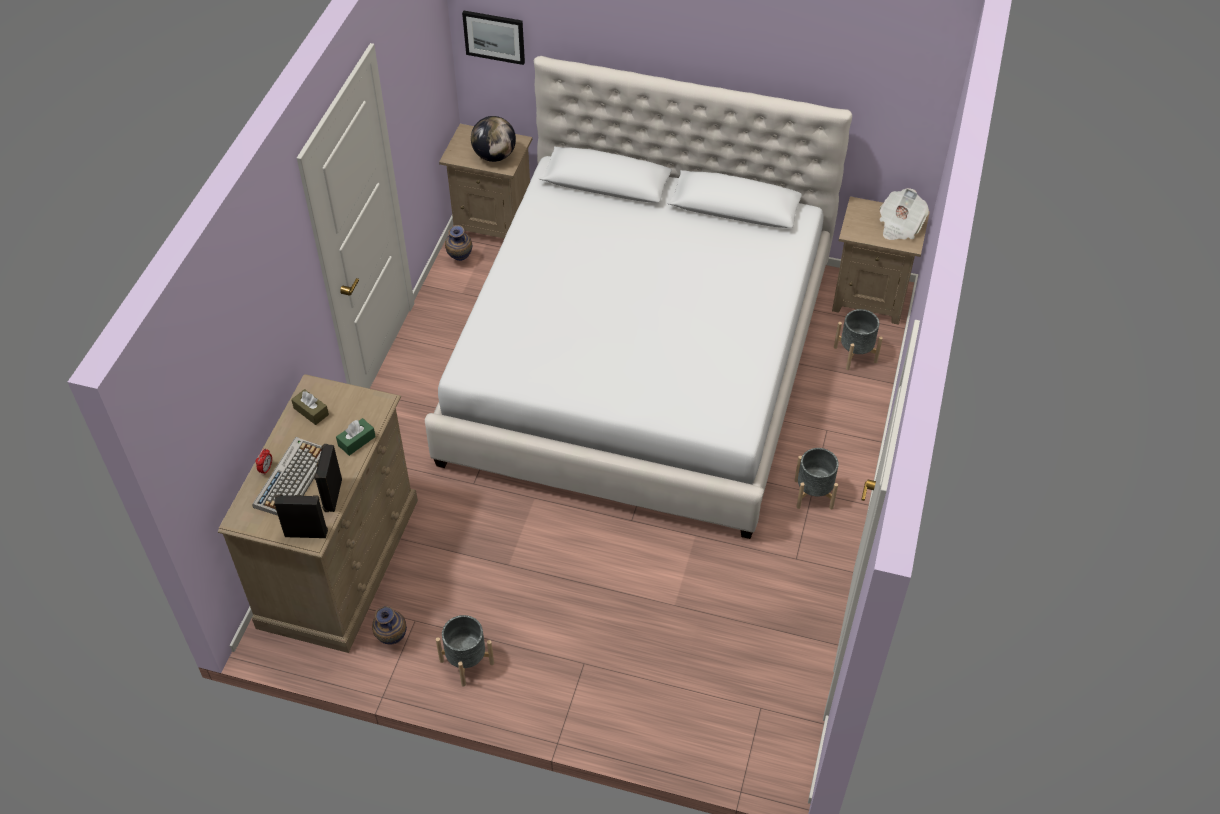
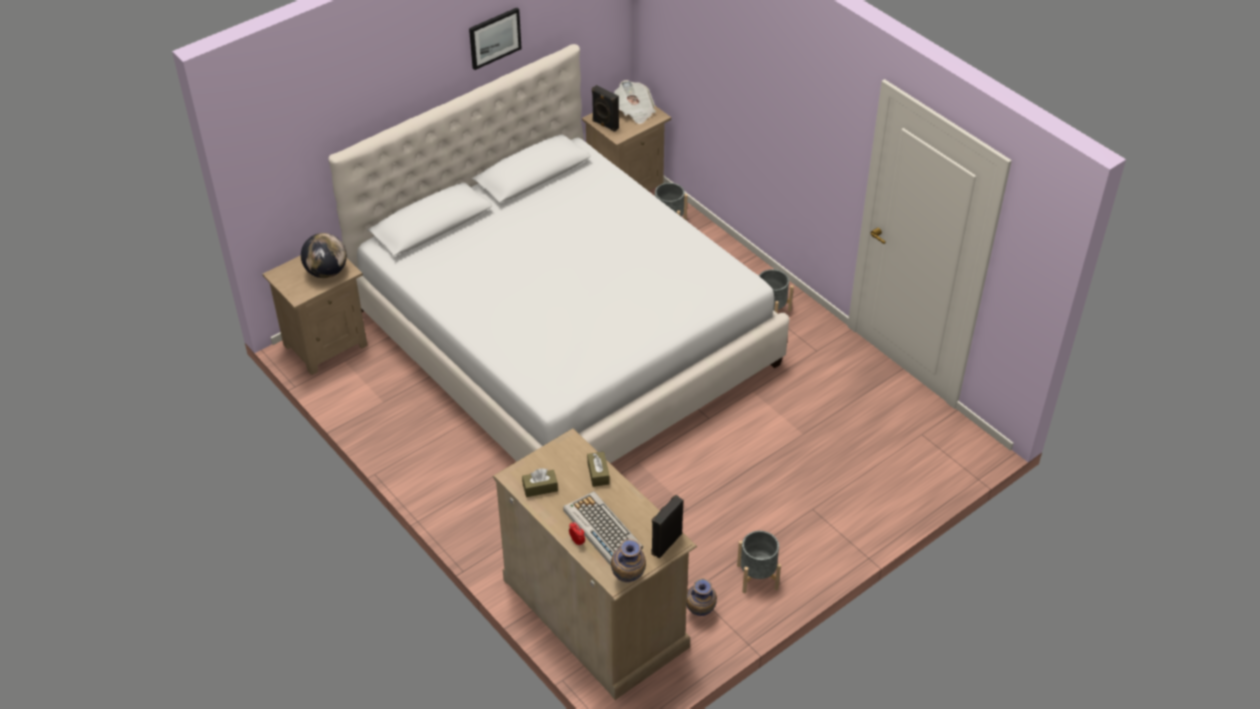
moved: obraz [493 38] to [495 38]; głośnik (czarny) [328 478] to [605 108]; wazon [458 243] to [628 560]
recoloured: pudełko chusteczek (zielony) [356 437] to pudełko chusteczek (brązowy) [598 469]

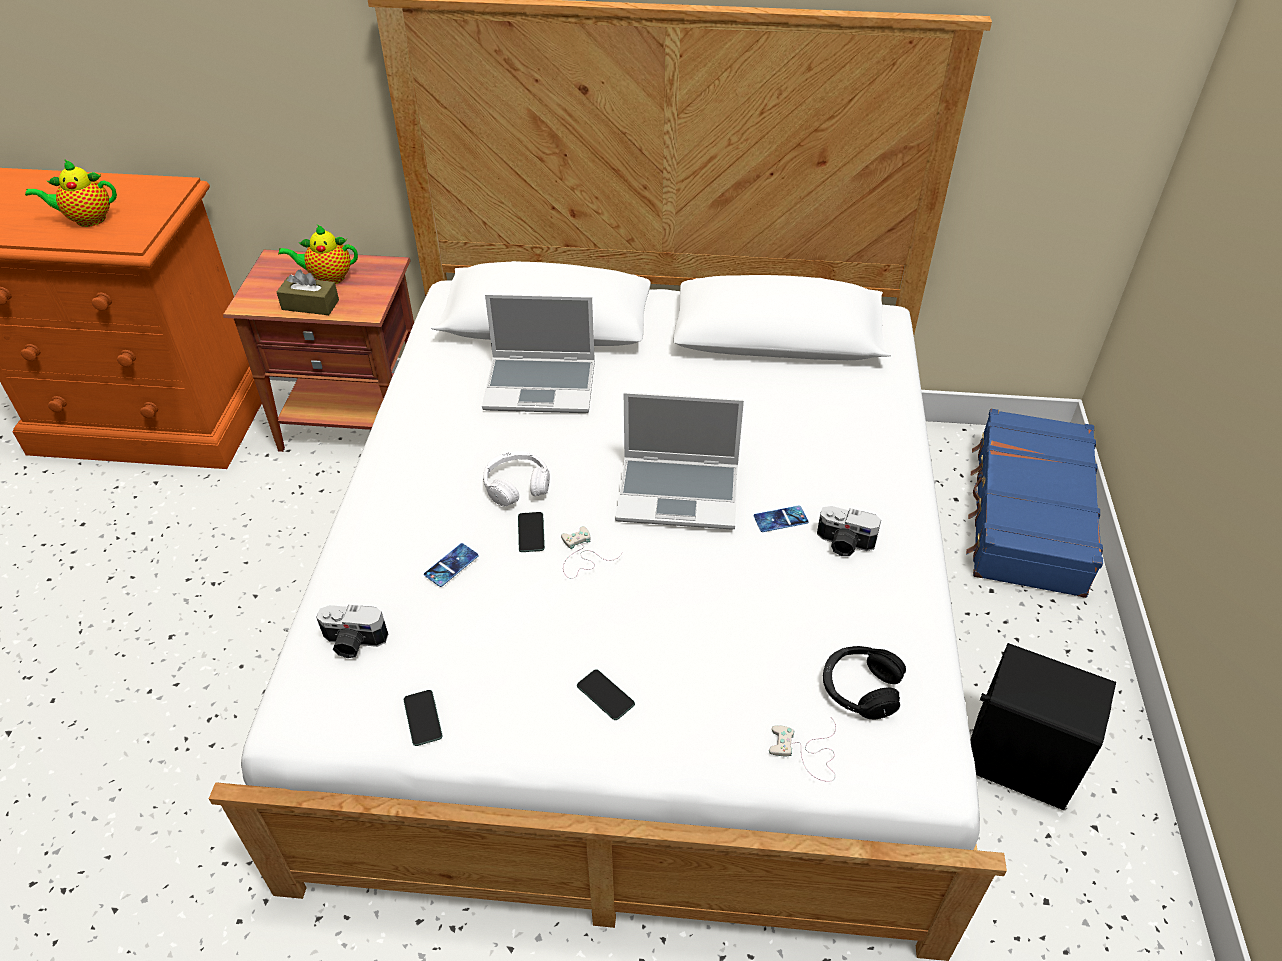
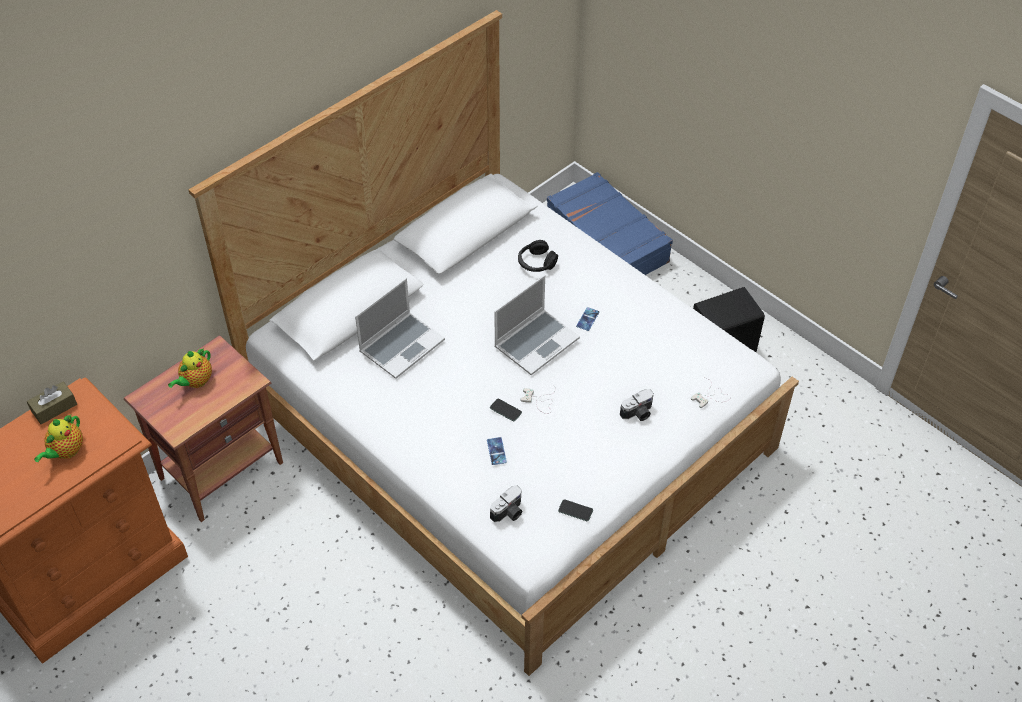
removed: słuchawki (biały) [516 479]; telefon [606 694]
moved: pudełko chusteczek (brązowy) [308 292] to [52 402]; słuchawki (czarny) [864 682] to [538 256]; aparat fotograficzny [849 531] to [637 405]

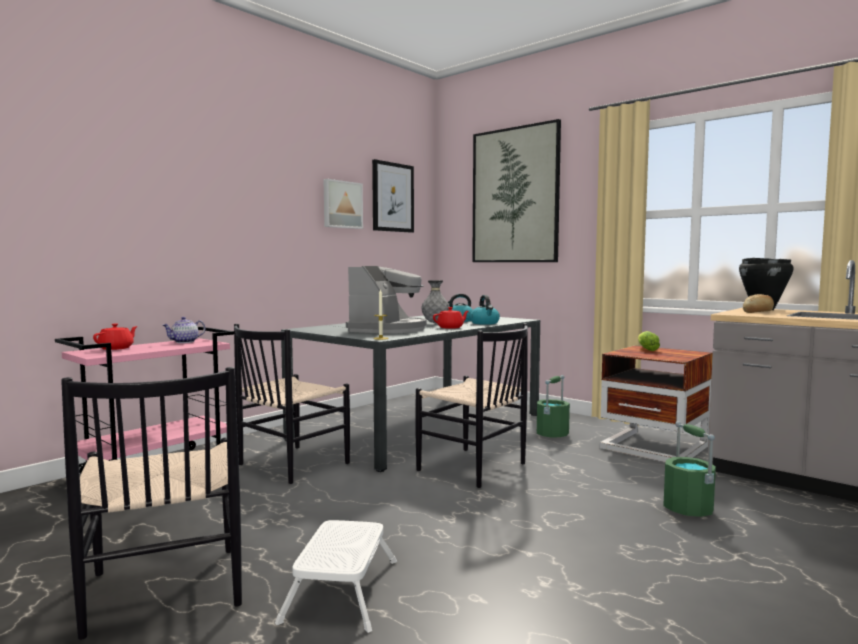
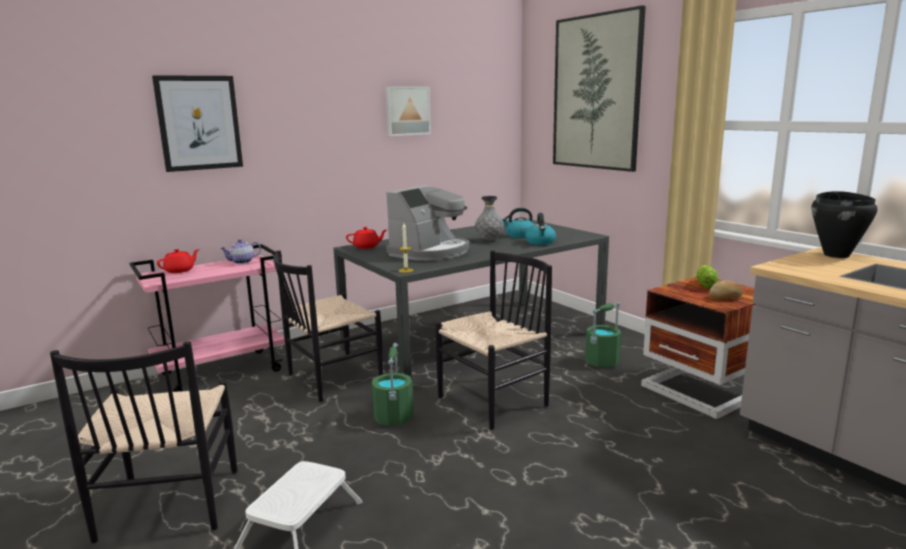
moved: obraz [393 196] to [197 123]; imbryk (czerwony) [451 318] to [366 238]; wiadro (zielony) [689 469] to [393 384]; chleb [758 303] to [726 290]
turned: krzesło (czarny) [471 405] = [494 340] 90 degrees counterclockwise

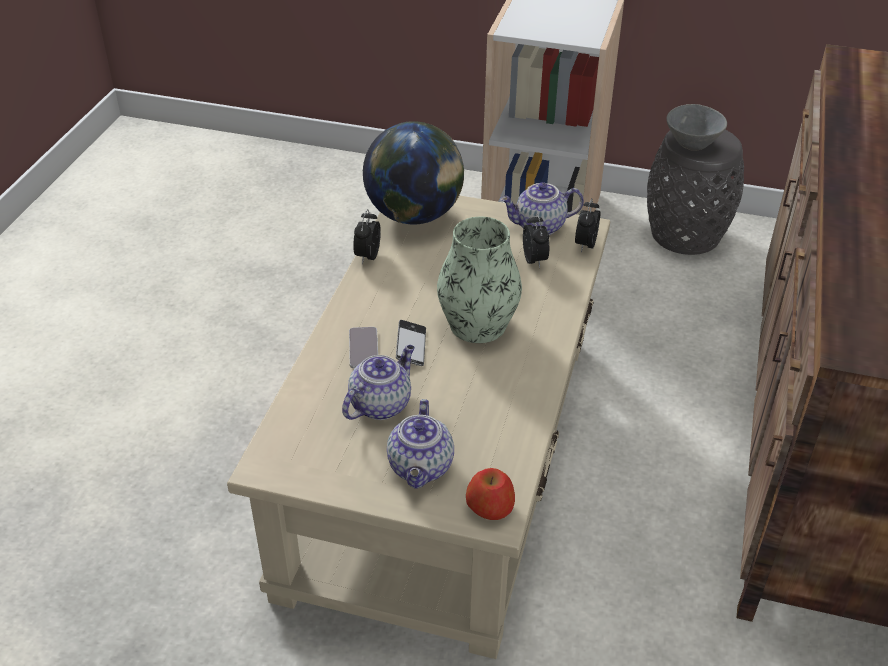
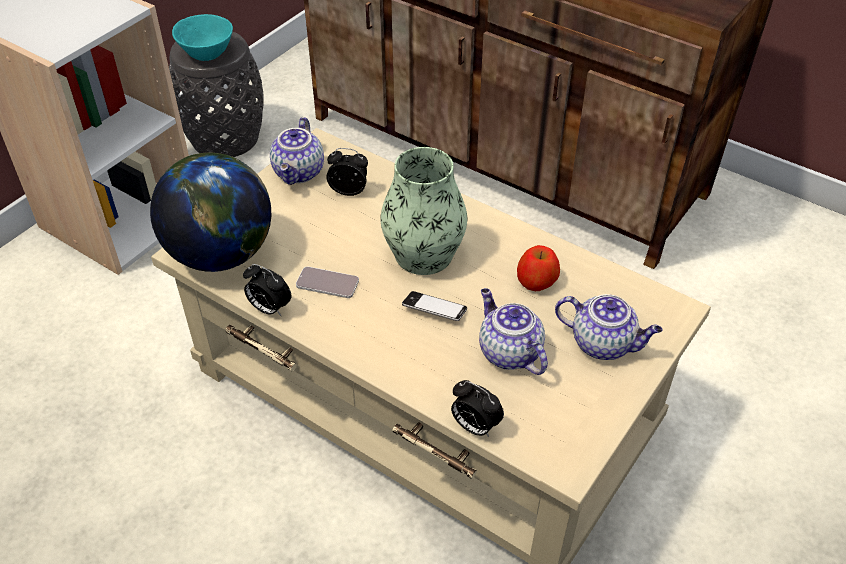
moved: telefon [363 347] to [327 282]; budzik [587 225] to [477 408]; jabłko [490 494] to [538 268]
recoloured: miska (szary) [696 127] to miska (turkusowy) [202 37]

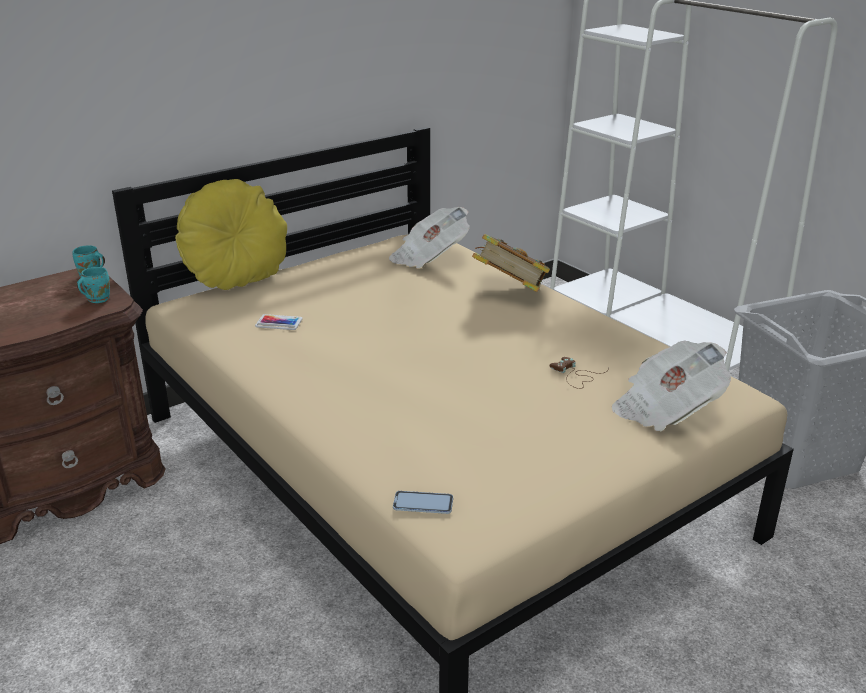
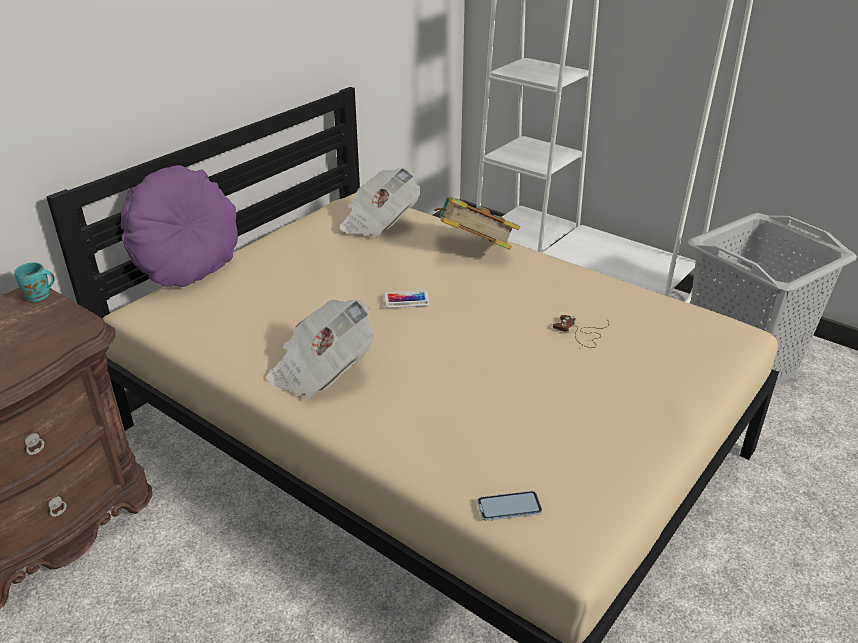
removed: kubek (turkusowy) [93 285]
moved: gazeta [671 385] to [320 349]; telefon [279 322] to [407 299]
recoloured: poduszka (żółty) [231 234] to poduszka (fioletowy) [179 226]

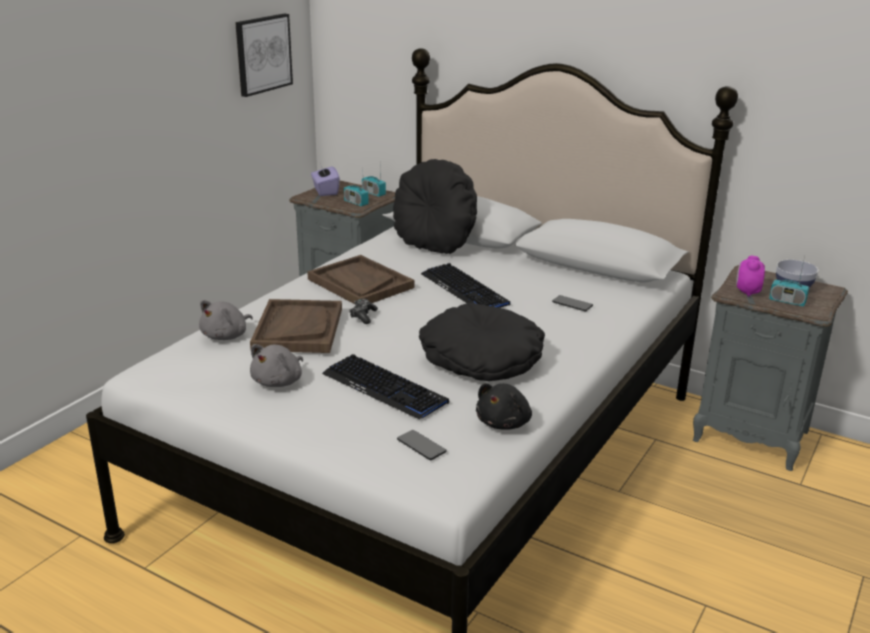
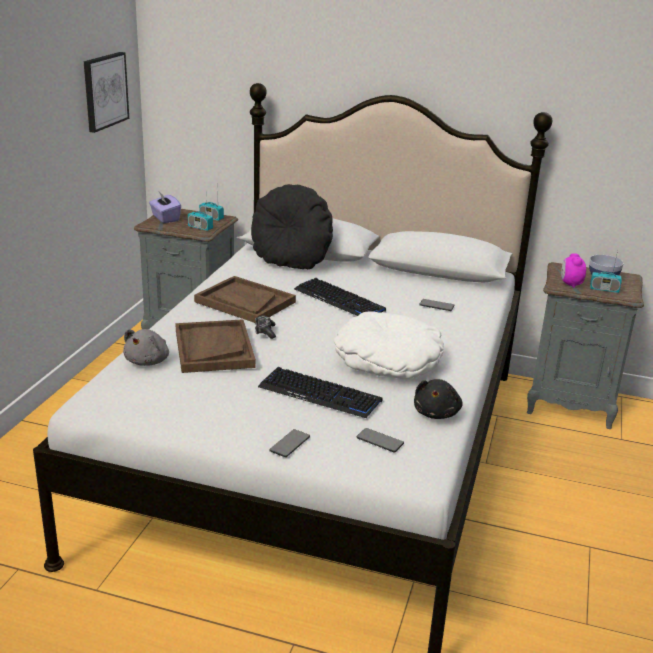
removed: pluszak (szary) [276 365]
added: telefon [289 443]
recoloured: poduszka (czarny) [482 342] to poduszka (biały) [389 345]

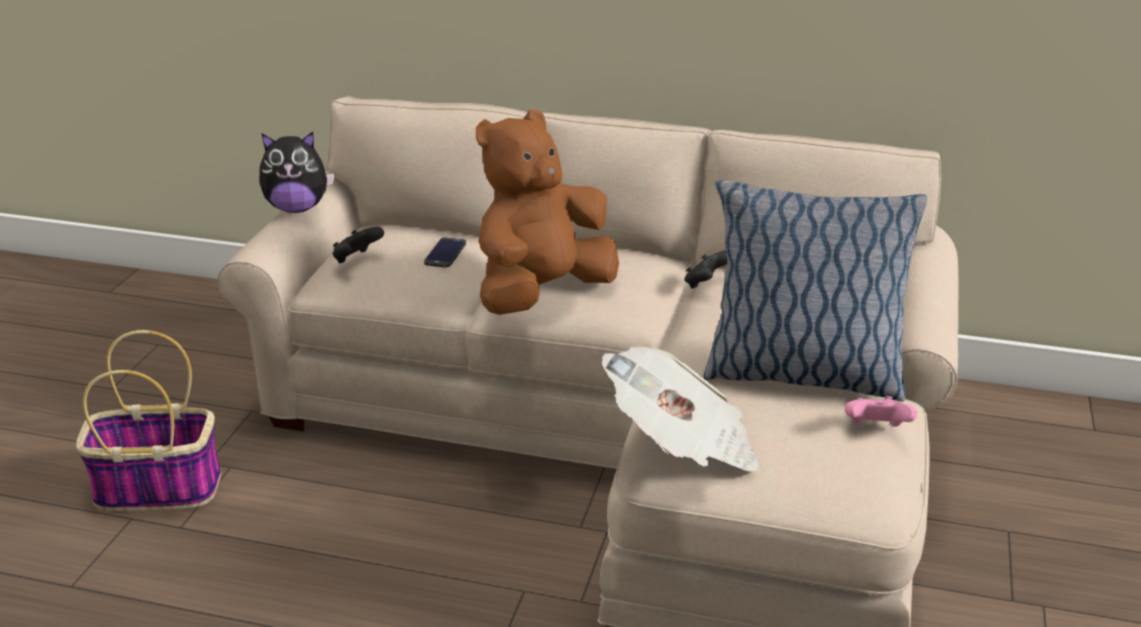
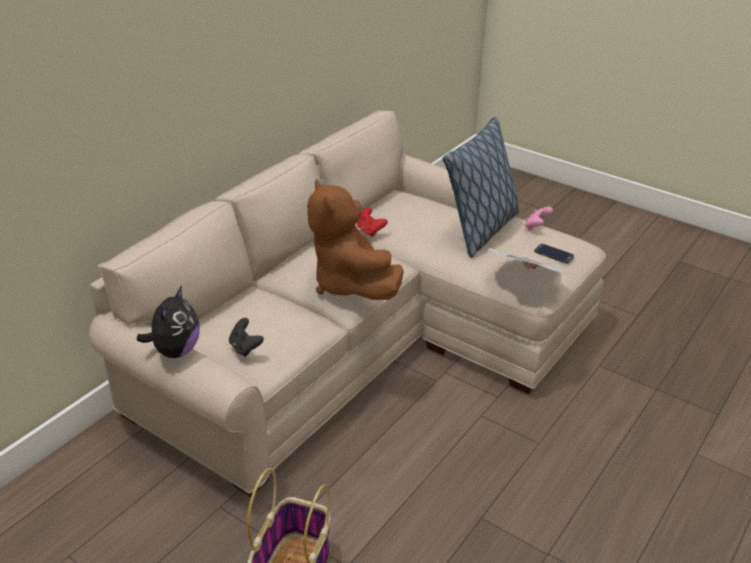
moved: telefon [445 252] to [554 254]
recoloured: pad do gier (czarny) [706 269] to pad do gier (czerwony) [372 222]

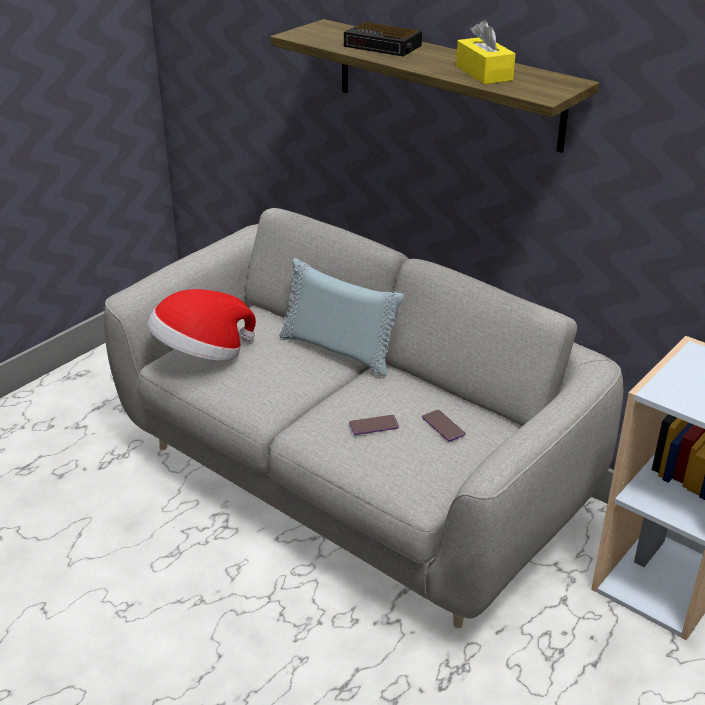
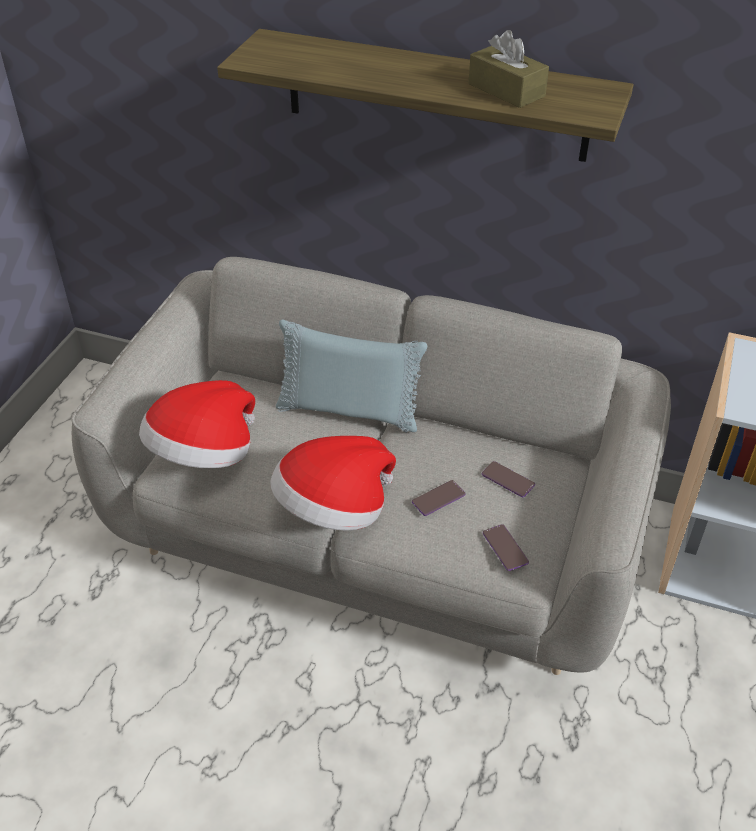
removed: budzik [383 39]
added: kapelusz [333 483]; telefon [506 547]
recoloured: pudełko chusteczek (żółty) [486 52] to pudełko chusteczek (brązowy) [509 69]

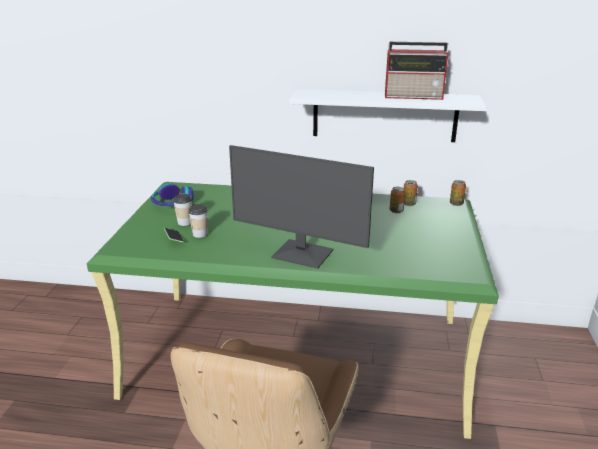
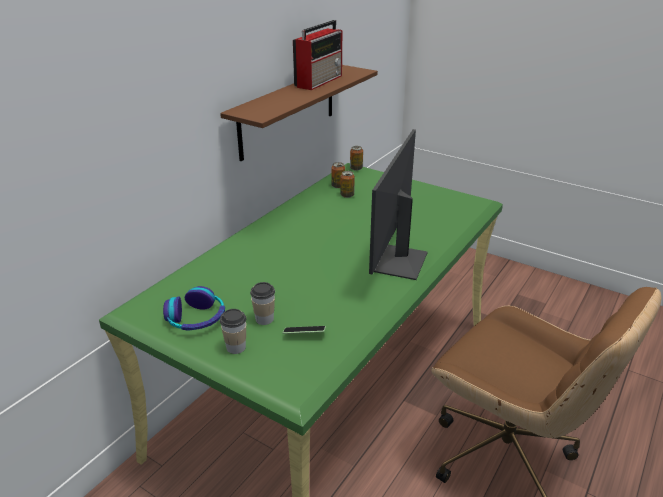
moved: filiżanka [198 221] to [233 331]
recoloured: półka (biały) [388 115] to półka (brązowy) [299 113]
turned: monitor [301 207] = [398 204] 150 degrees clockwise

